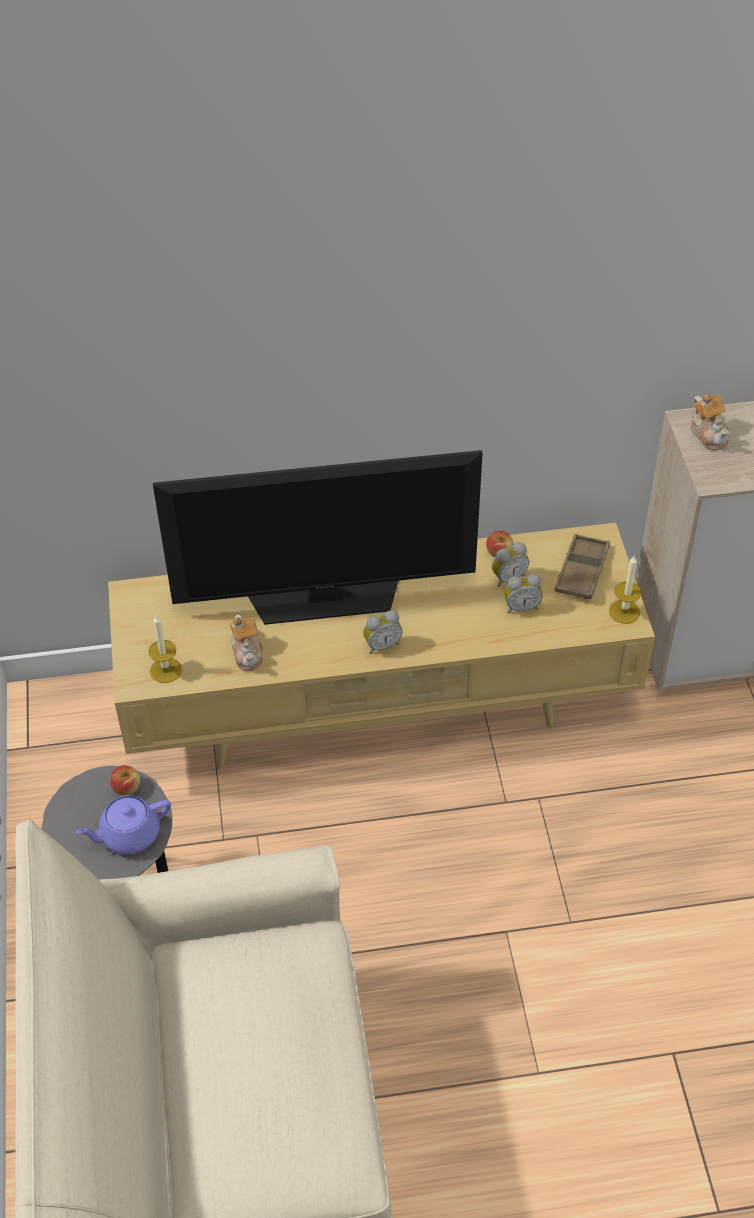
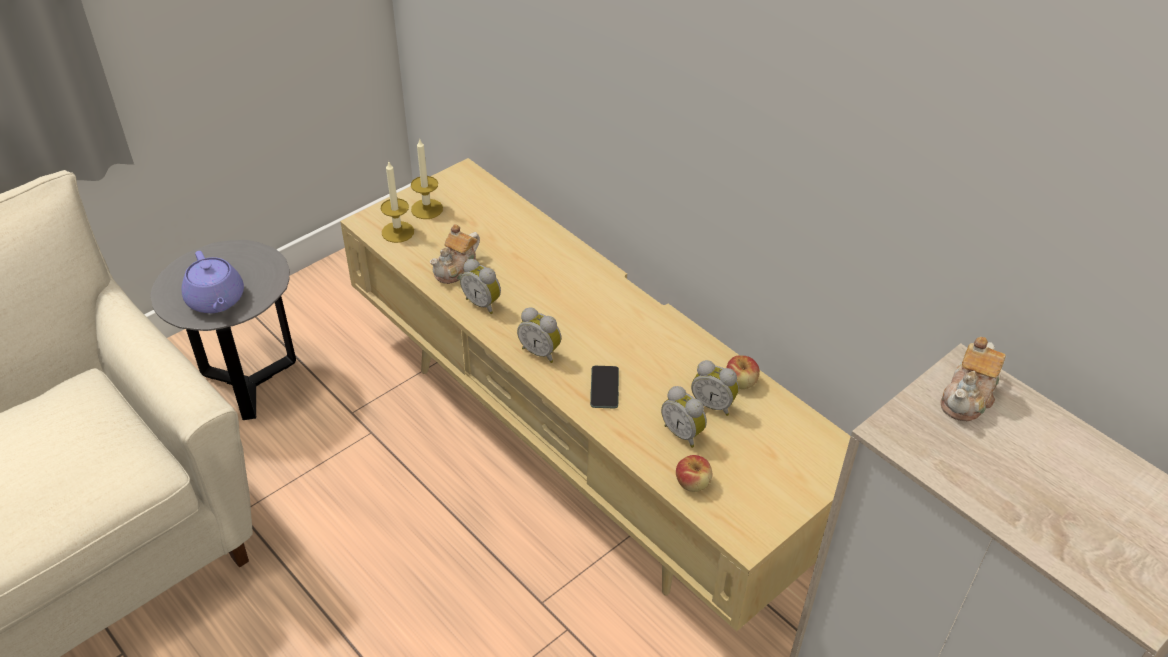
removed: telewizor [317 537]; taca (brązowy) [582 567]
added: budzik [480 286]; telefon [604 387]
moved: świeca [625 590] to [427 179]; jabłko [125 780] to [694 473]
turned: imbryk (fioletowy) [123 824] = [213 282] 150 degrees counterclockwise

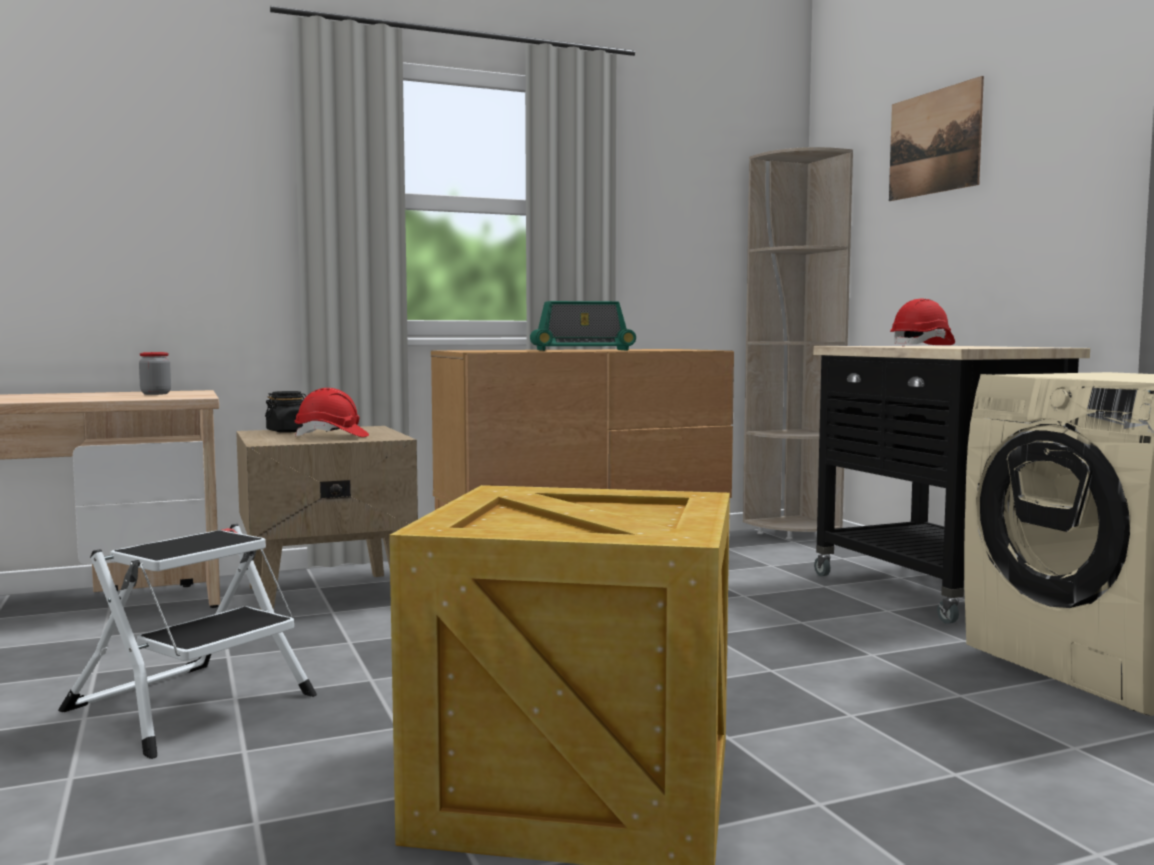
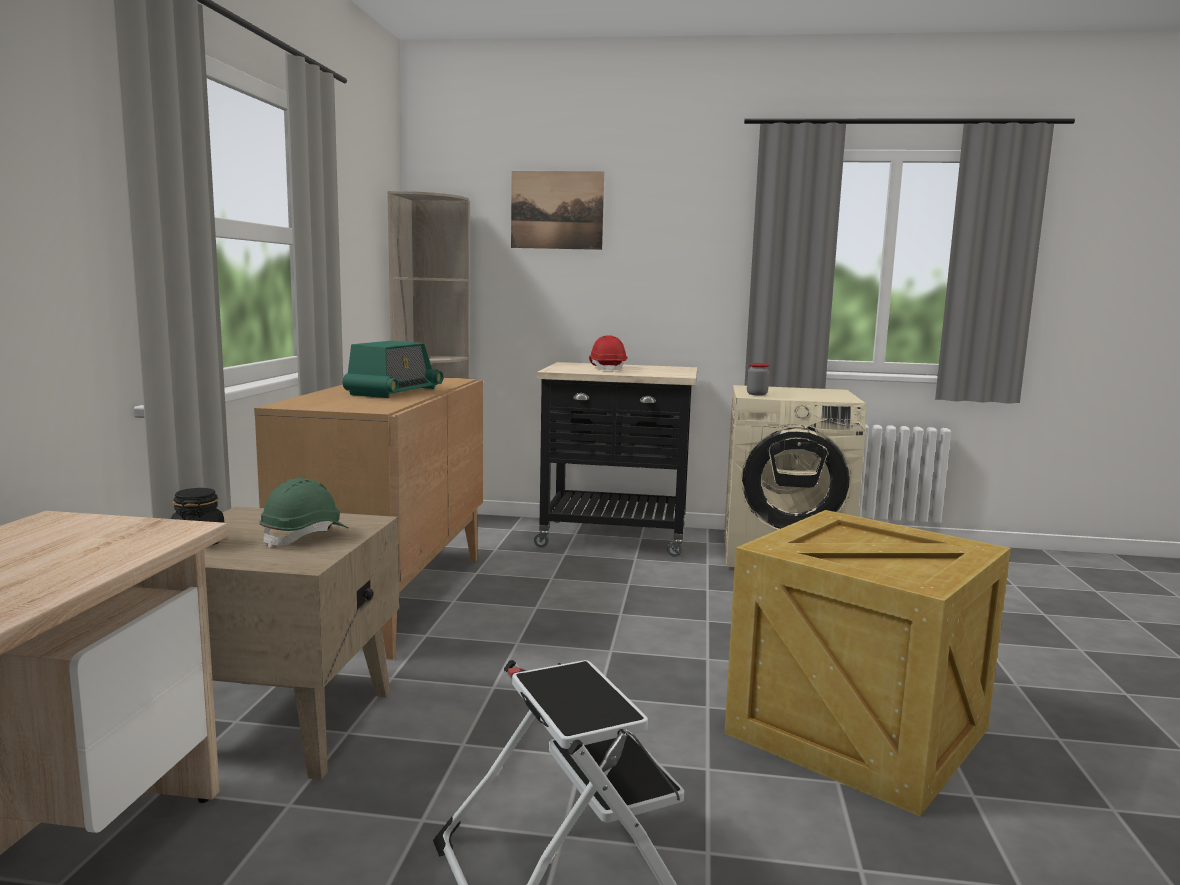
moved: słoik [155 373] to [758 379]
recoloured: kask (czerwony) [332 412] to kask (zielony) [303 513]

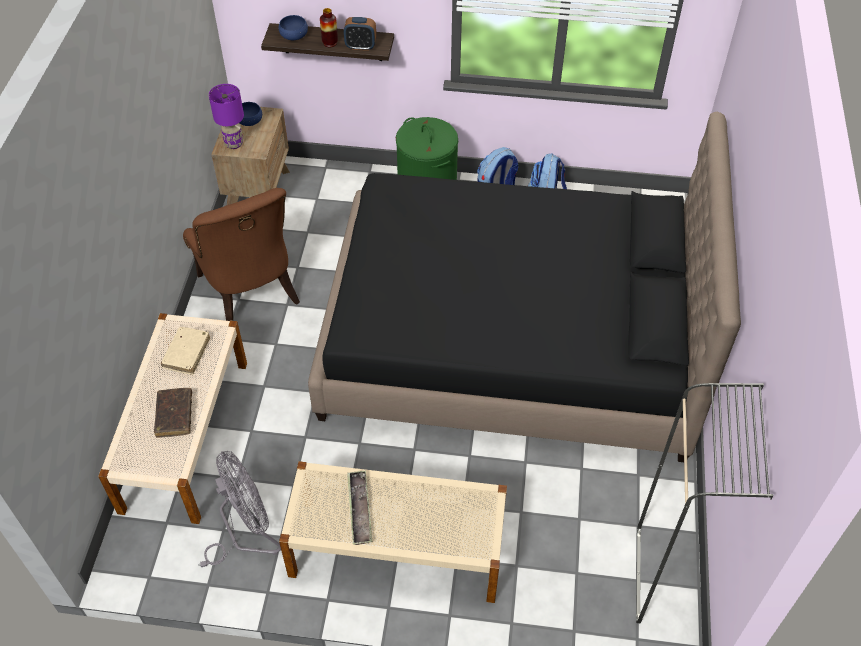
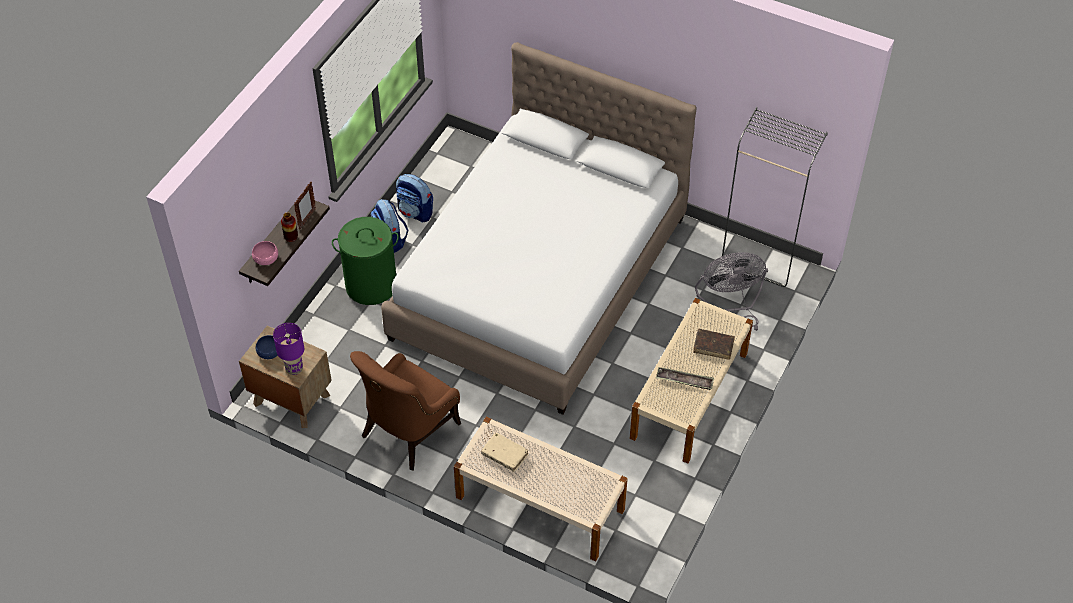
moved: książka (brązowy) [173 413] to [714 344]; wentylator (szary) [239 509] to [731 291]
replaced: budzik [360 34] to ramka na zdjęcie [305 205]
recoloured: miska (niebieski) [293 27] to miska (różowy) [265 253]; łóżko (czarny) [524 287] to łóżko (biały) [539 228]
turned: fotel (brązowy) [241 254] = [405 411] 135 degrees clockwise

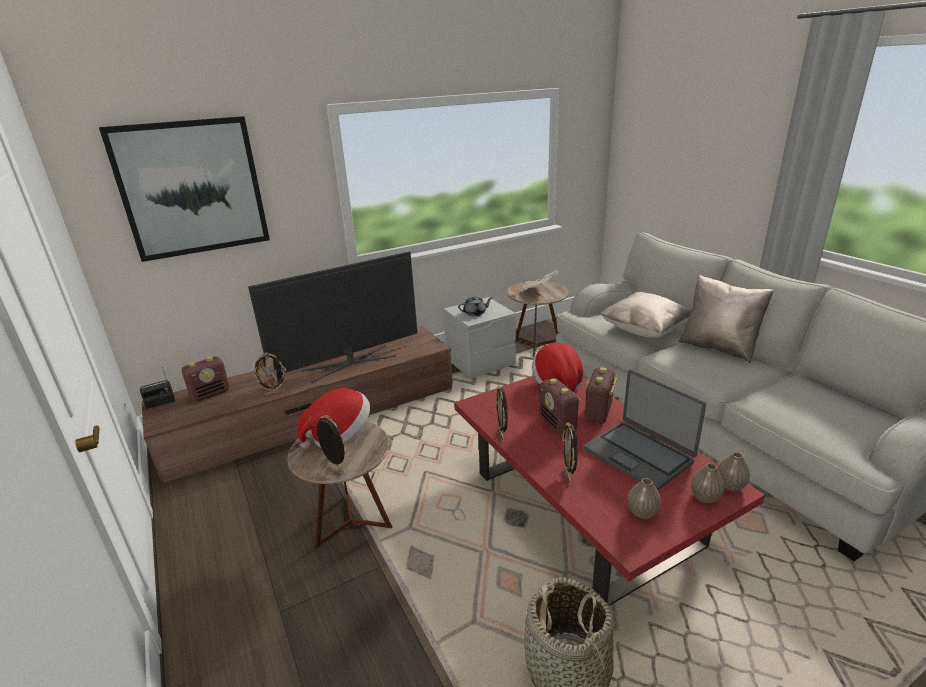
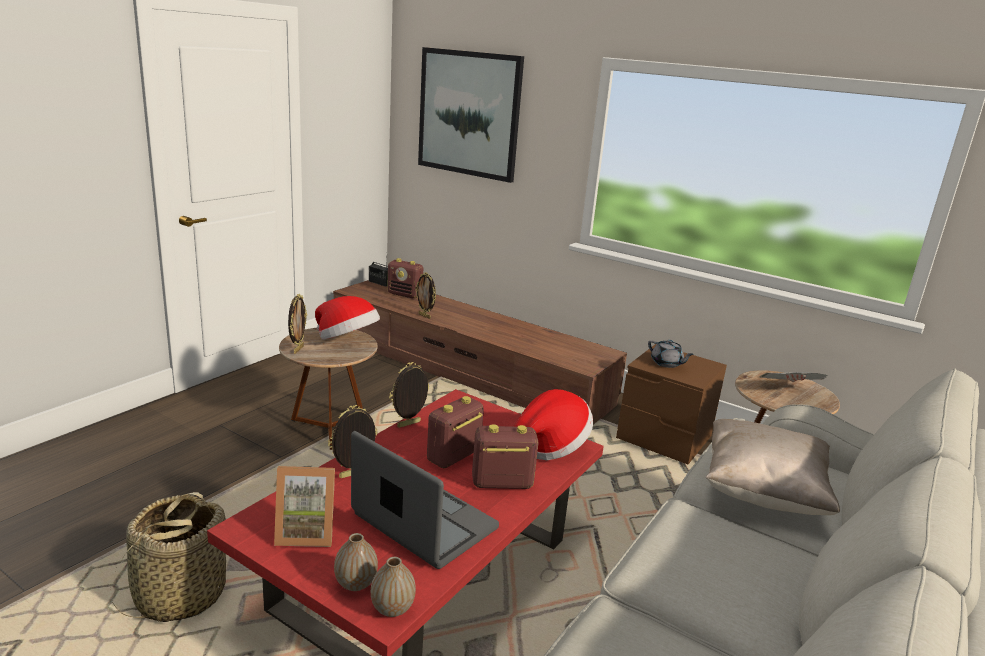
removed: telewizor [333 317]; poduszka (beżowy) [726 319]
replaced: wazon [644 498] to ramka na zdjęcie [304 506]
recoloured: szafka nocna (biały) [479 338] to szafka nocna (brązowy) [671 404]
turned: laptop [645 429] = [425 500] 105 degrees clockwise

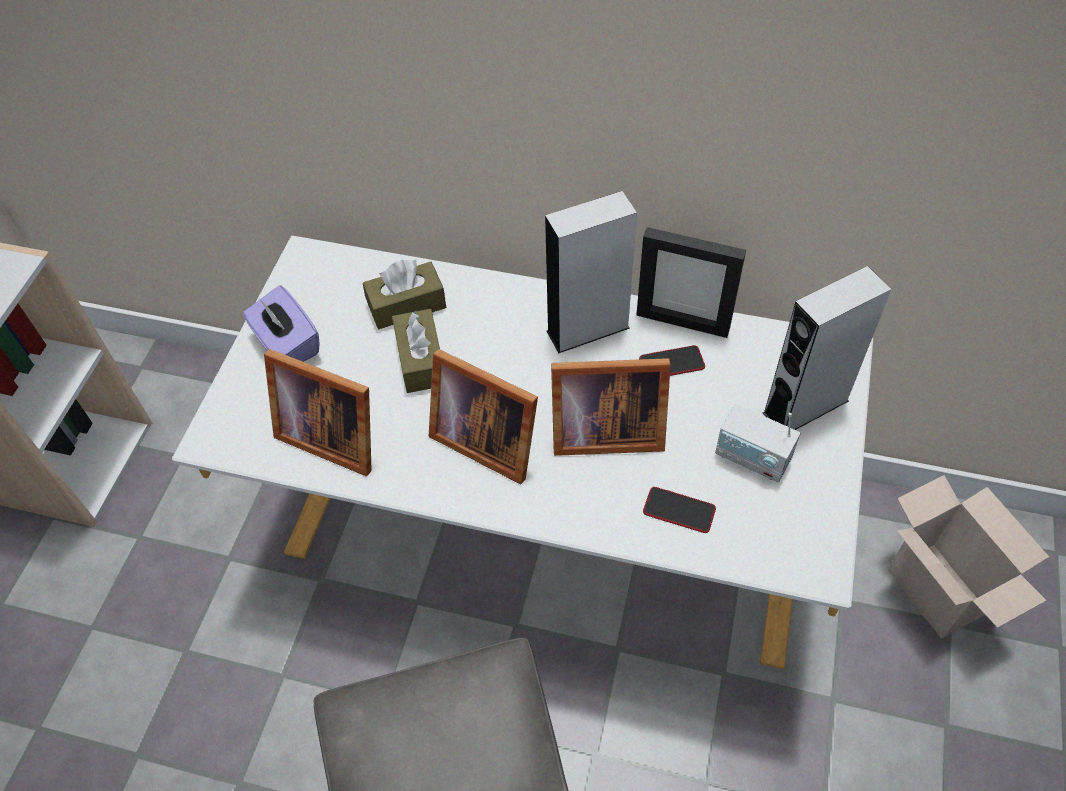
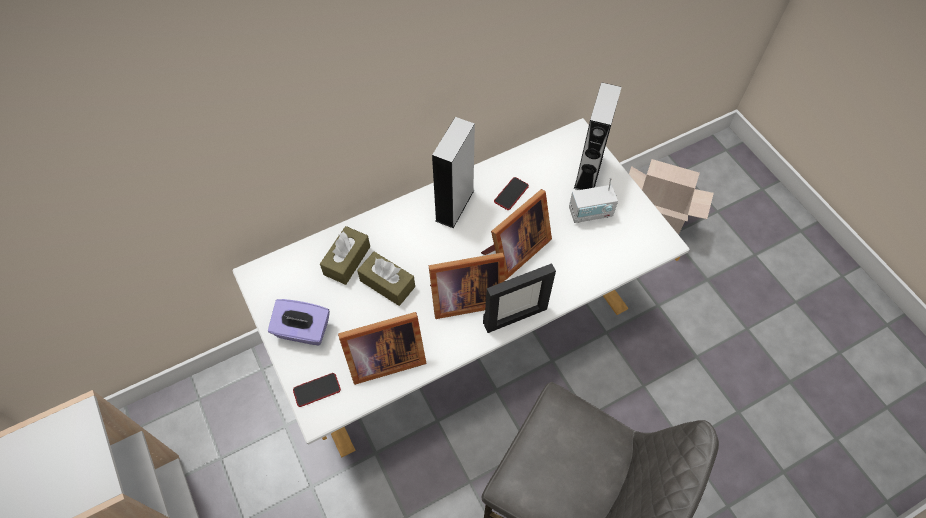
moved: telefon [679 510] to [317 390]; ramka na zdjęcie [691 282] to [519 298]

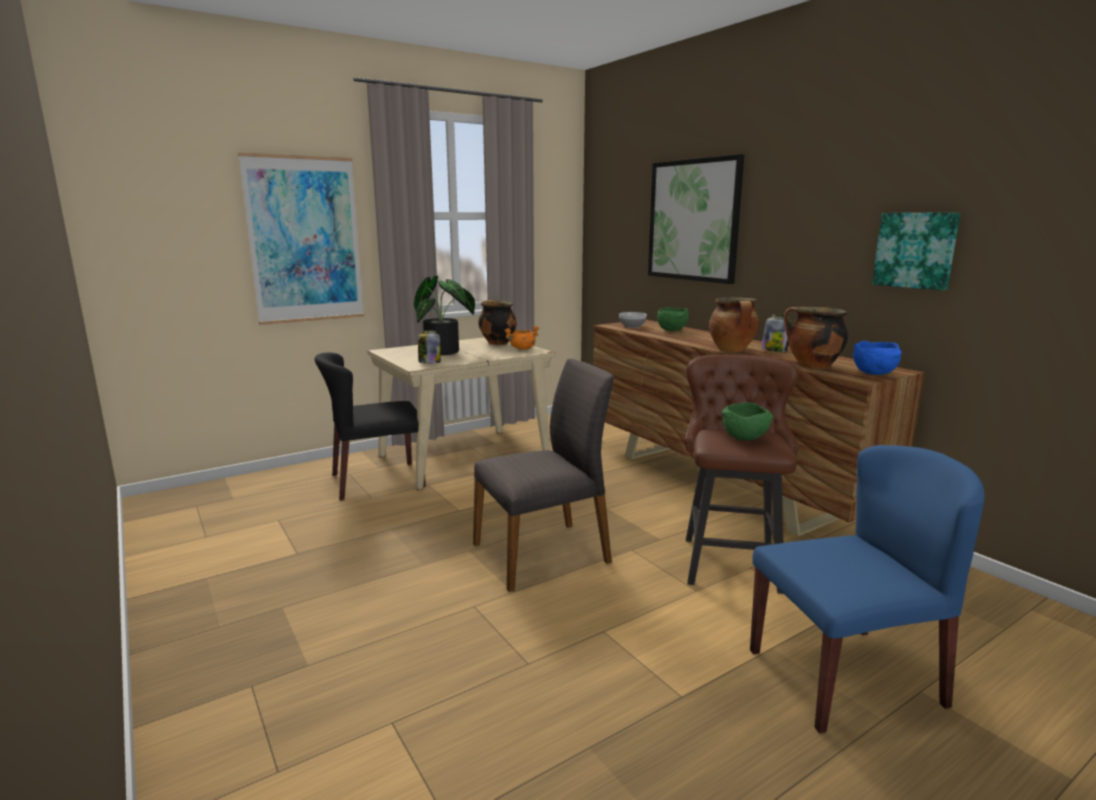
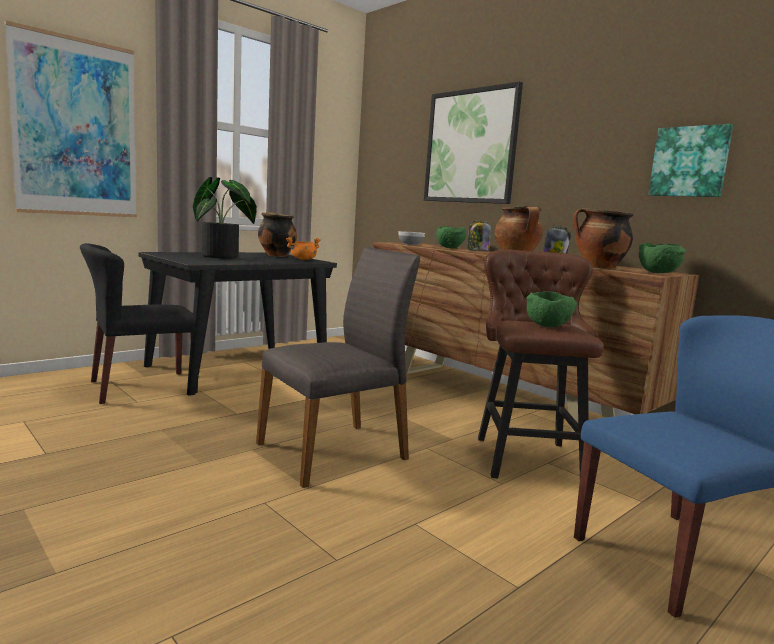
moved: słoik [429 347] to [479 236]
recoloured: stół jadalny (beżowy) [461 413] to stół jadalny (czarny) [237 323]; miska (niebieski) [877 358] to miska (zielony) [662 257]

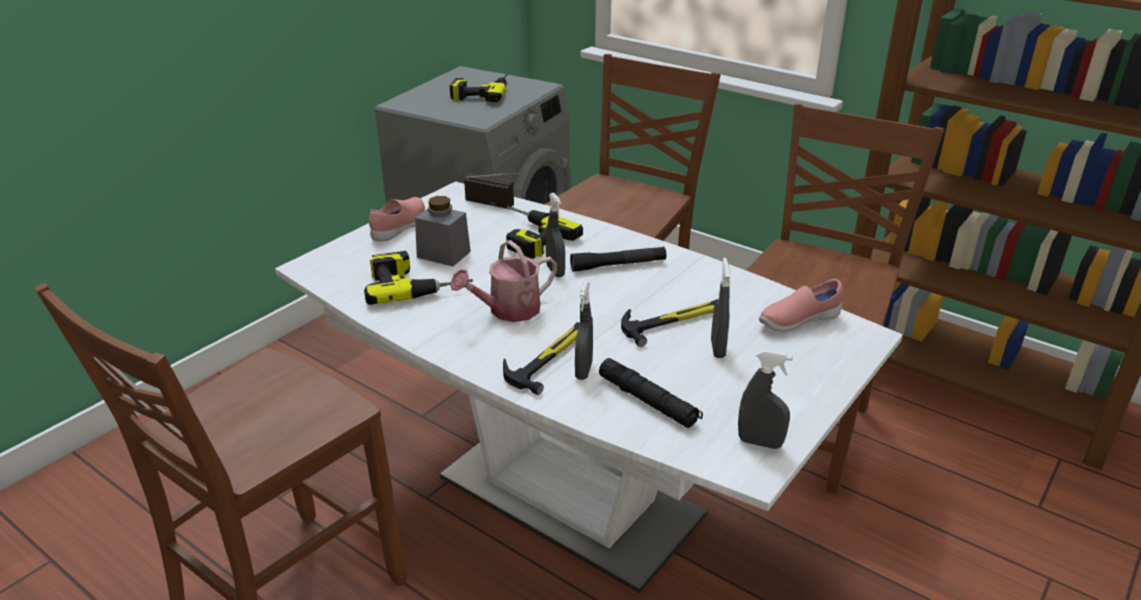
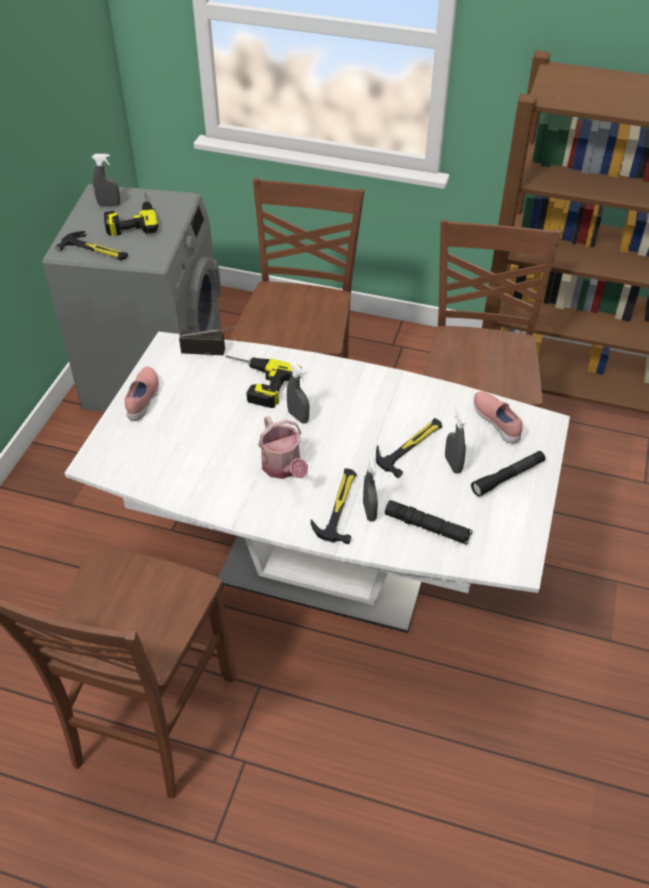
removed: wiertarka [418 278]; słoik (szary) [443 231]
added: młotek [91 245]
moved: spryskiwacz (szary) [765 399] to [106 180]; latarka (czarny) [618 259] to [508 474]
turned: konewka [503 281] = [283 447] 60 degrees counterclockwise; but (różowy) [801 305] = [498 417] 105 degrees clockwise

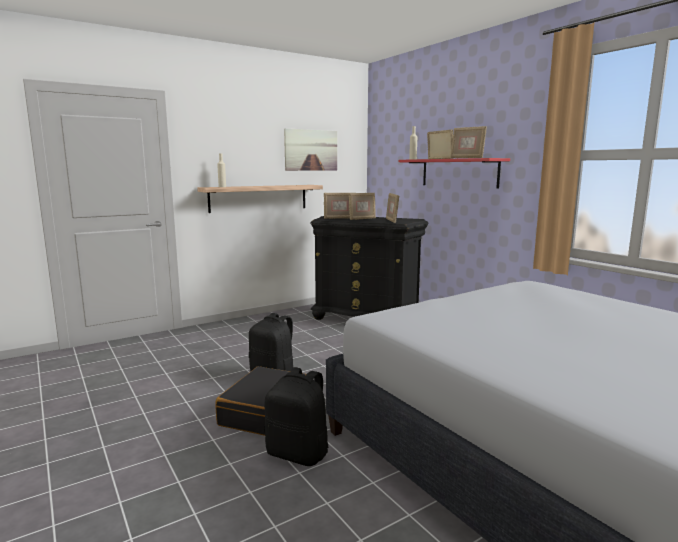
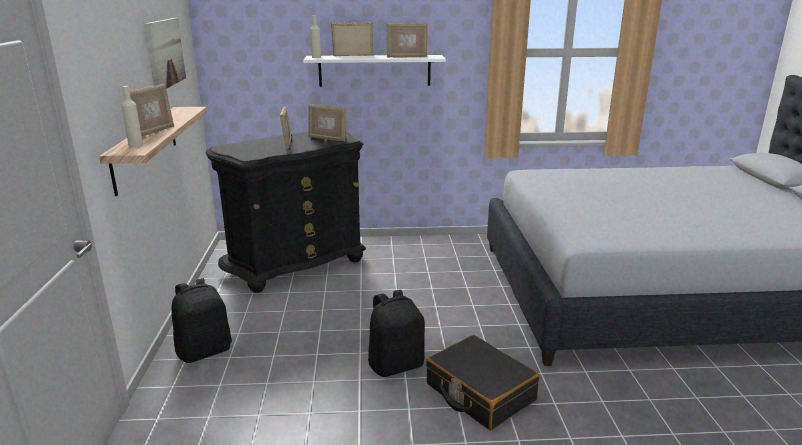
moved: ramka na zdjęcie [337 206] to [152 110]; plecak (czarny) [296 416] to [201 320]
recoloured: półka (czerwony) [454 173] to półka (biały) [374 71]

